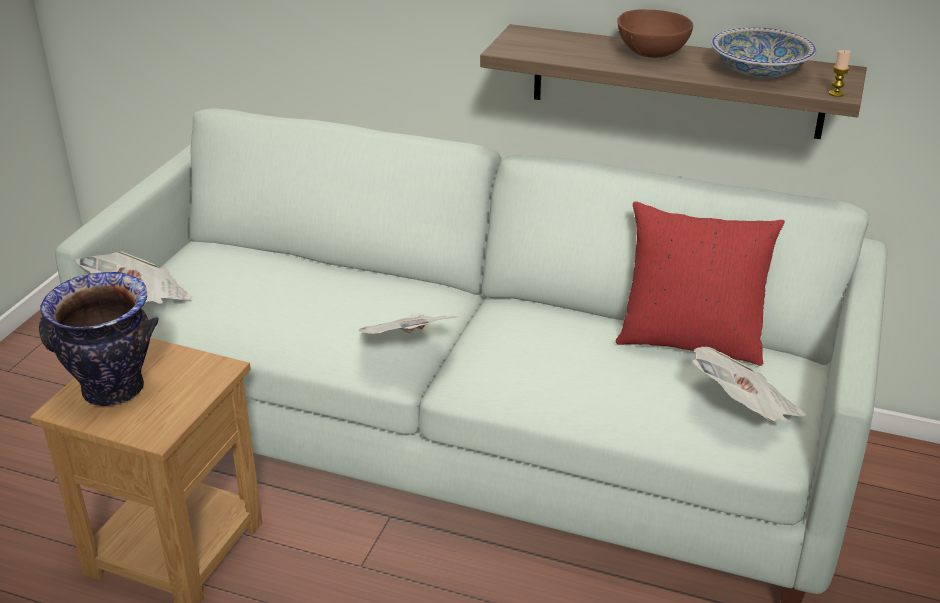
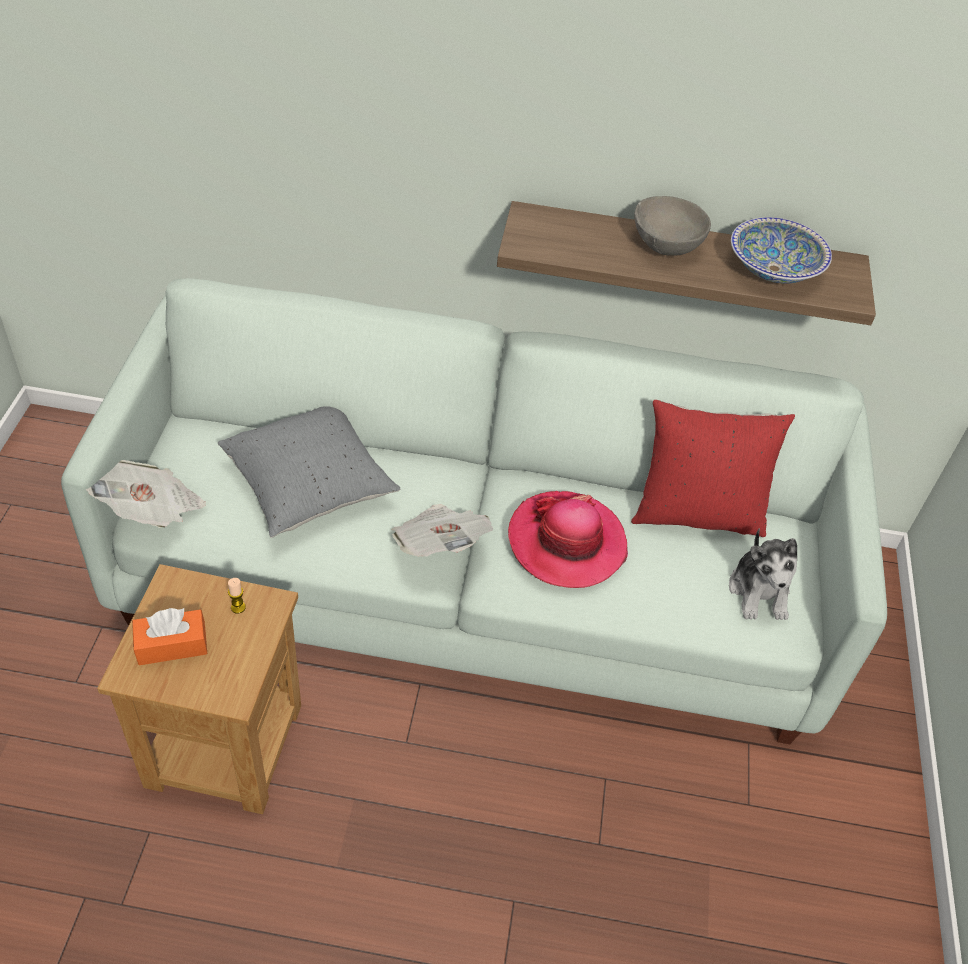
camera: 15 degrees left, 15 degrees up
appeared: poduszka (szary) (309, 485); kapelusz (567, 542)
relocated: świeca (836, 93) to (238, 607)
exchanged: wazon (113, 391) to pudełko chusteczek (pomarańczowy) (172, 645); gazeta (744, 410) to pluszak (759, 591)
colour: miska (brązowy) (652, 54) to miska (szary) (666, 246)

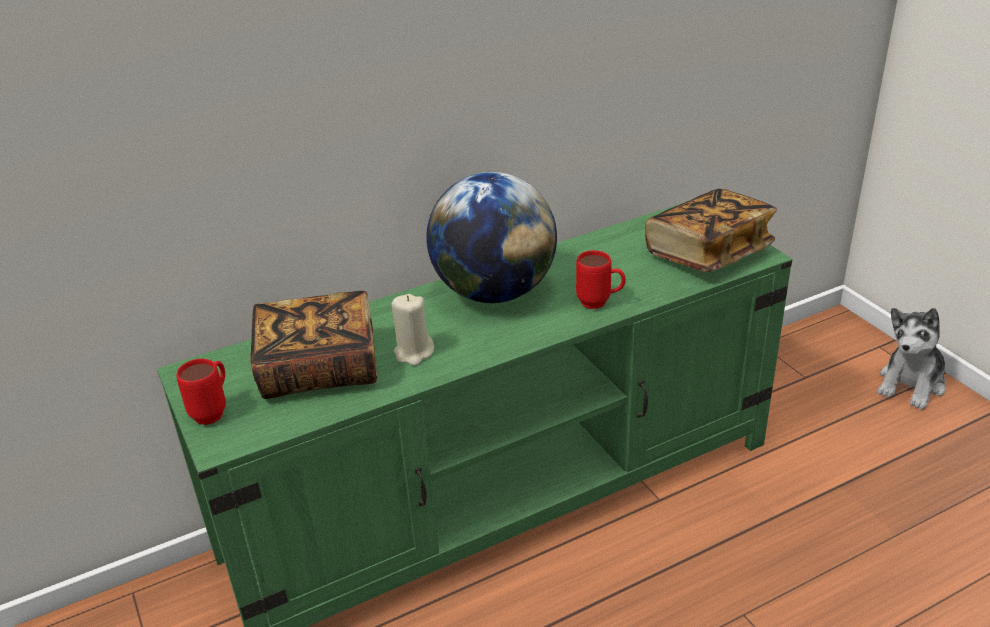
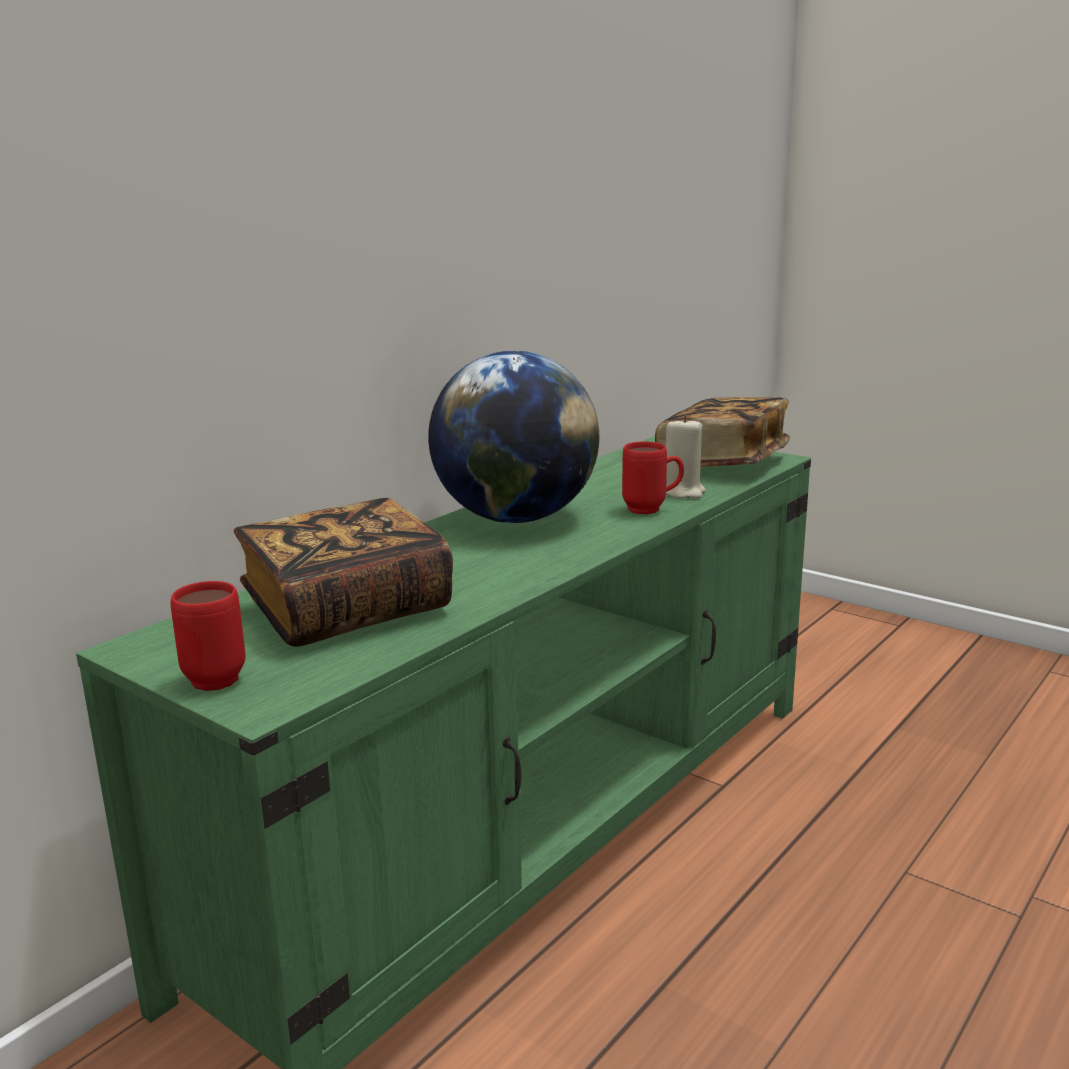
camera: 25 degrees left, 15 degrees down
missing: pluszak (911, 384)
relocated: świeca (beżowy) (414, 353) to (683, 492)

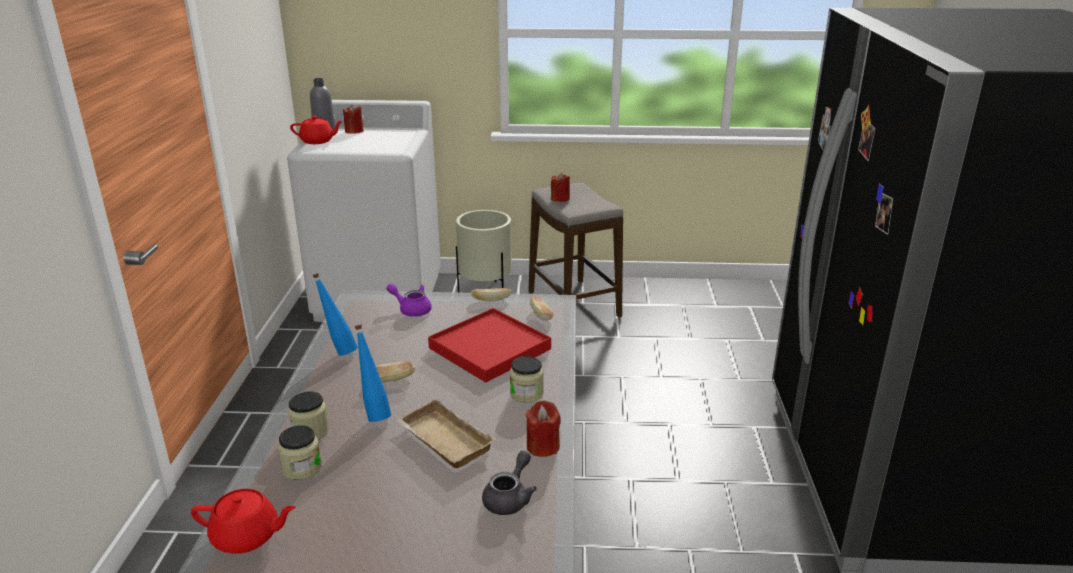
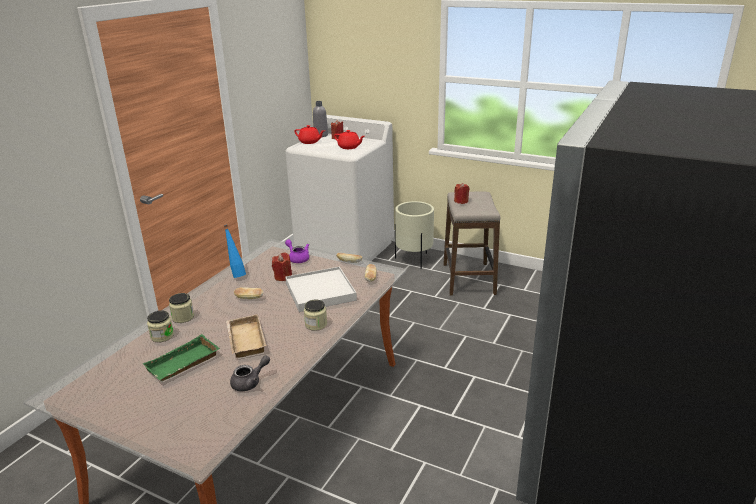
camera: 25 degrees right, 0 degrees up
missing: butelka (niebieski) (374, 414)
appeared: taca (zielony) (183, 364)
relocated: świeca (czerwony) (543, 446) to (283, 277); imbryk (czerwony) (247, 537) to (349, 147)
colour: taca (czerwony) (490, 349) to taca (biały) (320, 292)

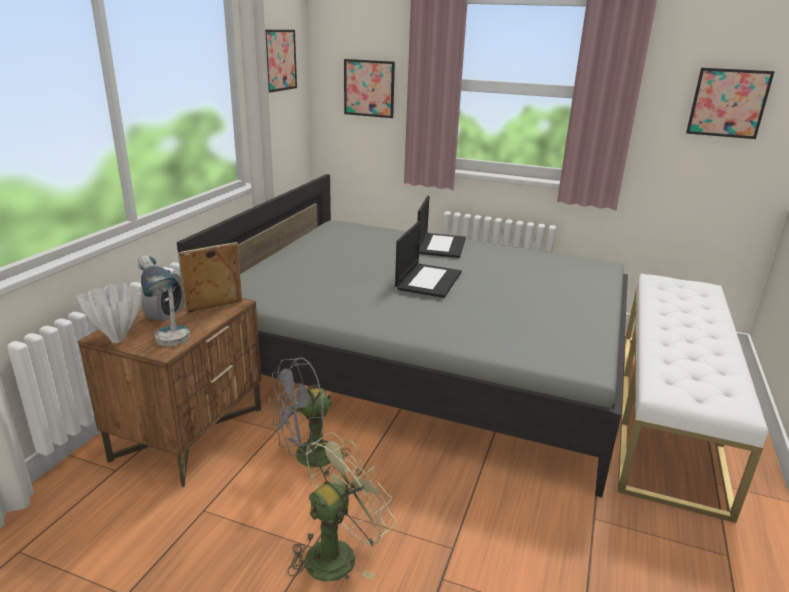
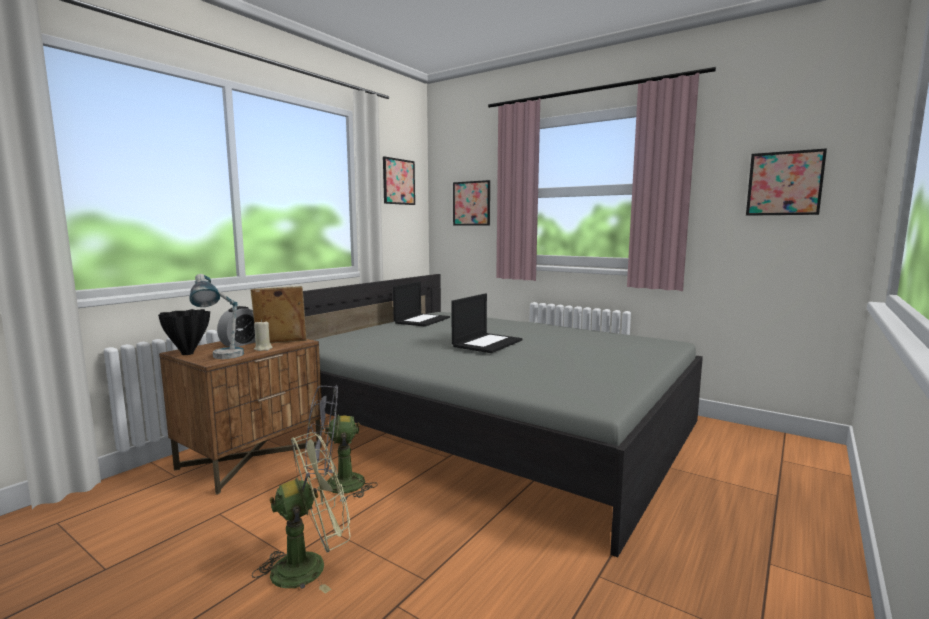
camera: 15 degrees right, 15 degrees down
missing: ławka (biały) (667, 410)
appeared: świeca (beżowy) (263, 349)
relocated: laptop (440, 245) to (422, 320)
colour: wazon (biały) (119, 339) to wazon (czarny) (188, 354)

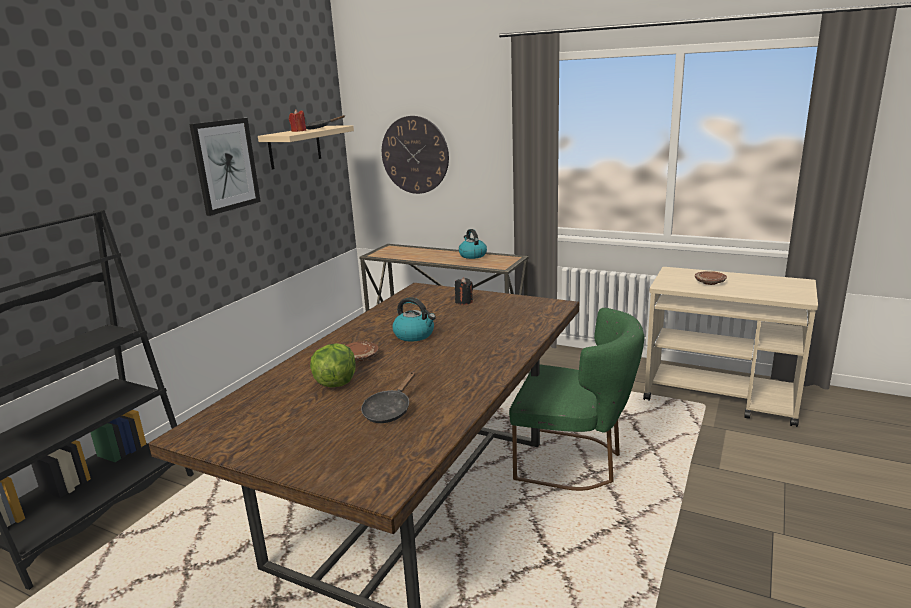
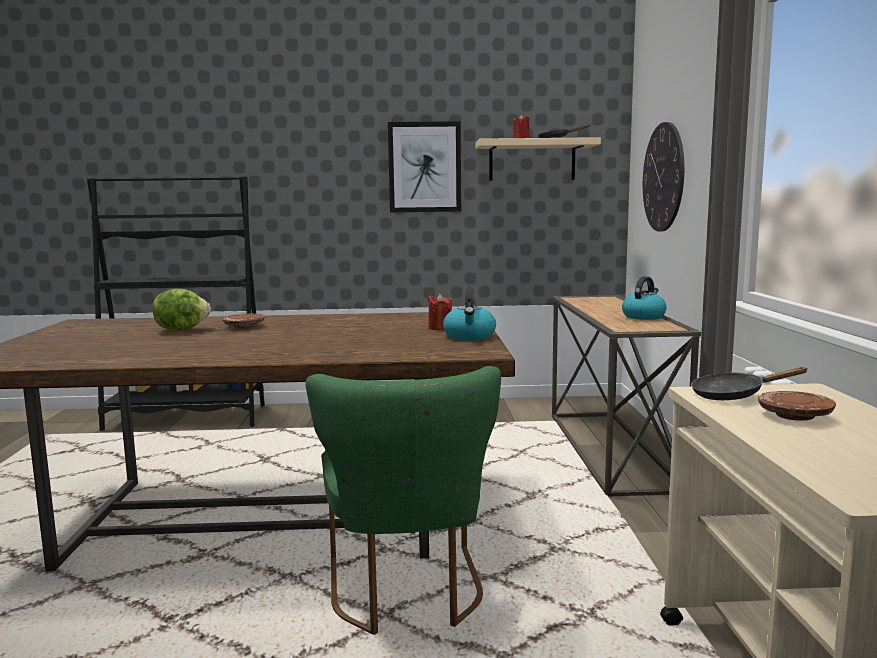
camera: 60 degrees right, 10 degrees down
relocated: czajnik (415, 335) to (469, 336); patelnia (czarny) (389, 410) to (733, 395)
colour: świeca (czarny) (464, 301) to świeca (czerwony) (440, 328)

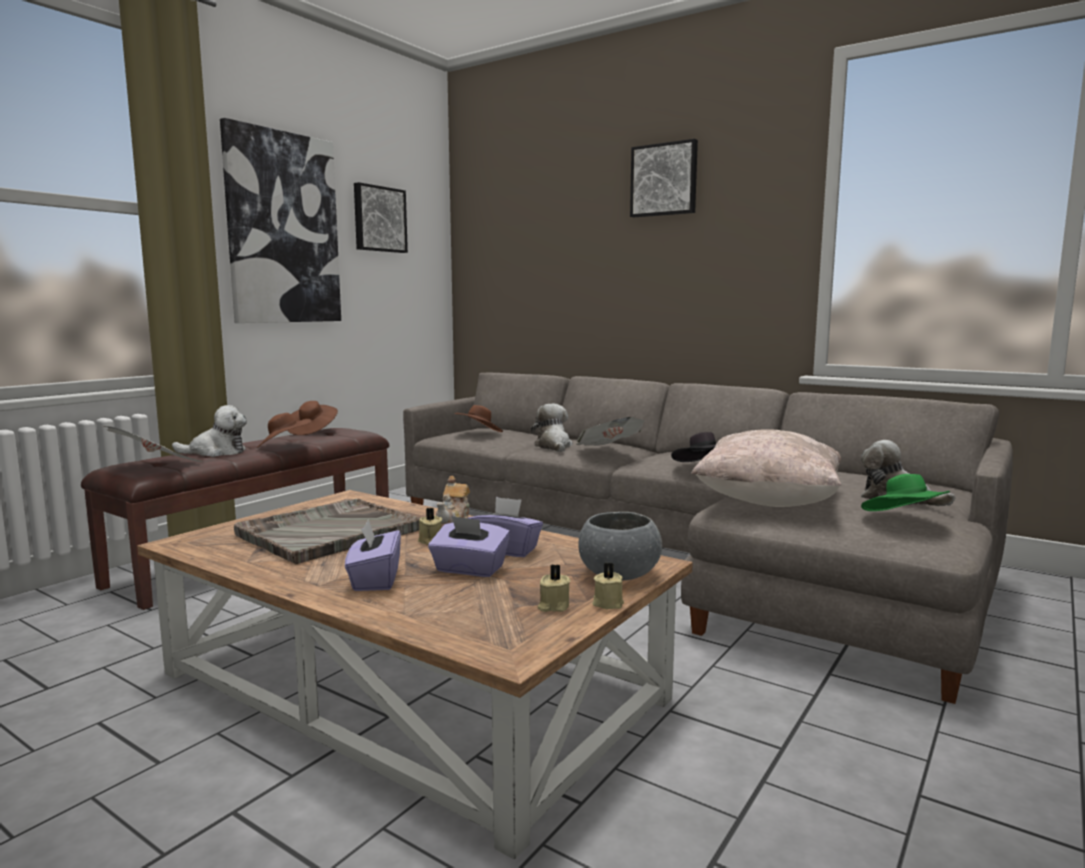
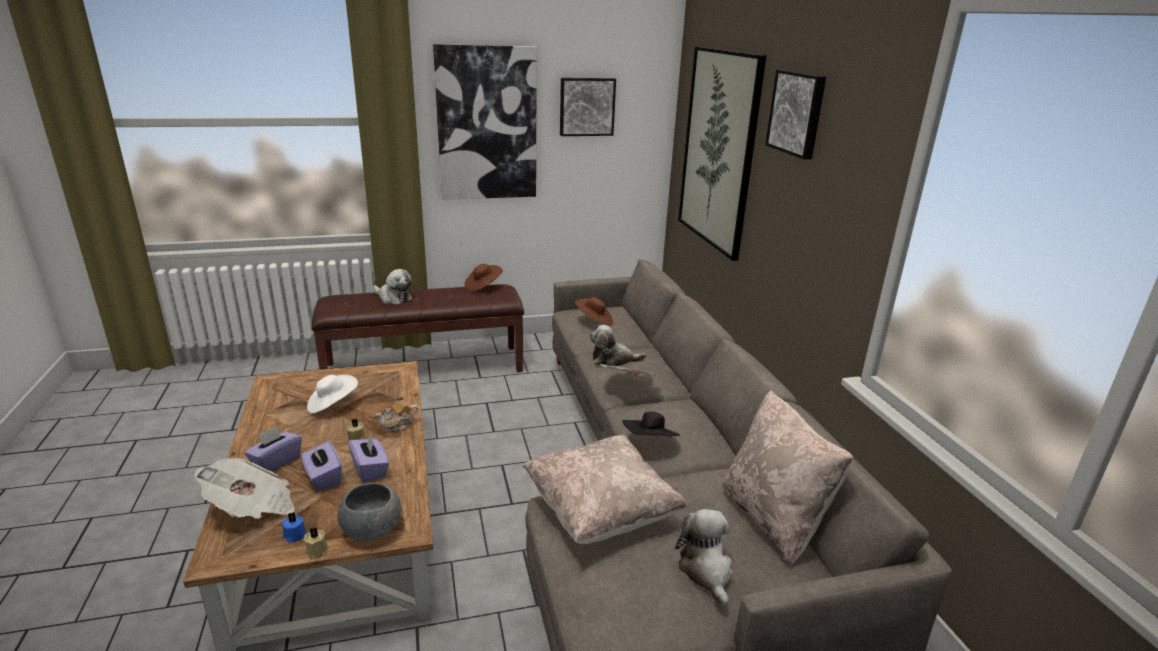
camera: 40 degrees right, 15 degrees up
missing: kapelusz (brązowy) (283, 446); kapelusz (zielony) (904, 520)
appeared: obraz (718, 150); poduszka (beżowy) (773, 519)
relocated: gazeta (157, 467) to (252, 507)
exchanged: taca (szary) (329, 532) to kapelusz (biały) (332, 404)
colour: świeca (beżowy) (553, 606) to świeca (niebieski) (294, 535)
spun: pluszak (553, 446) = (613, 360) 120 degrees counterclockwise

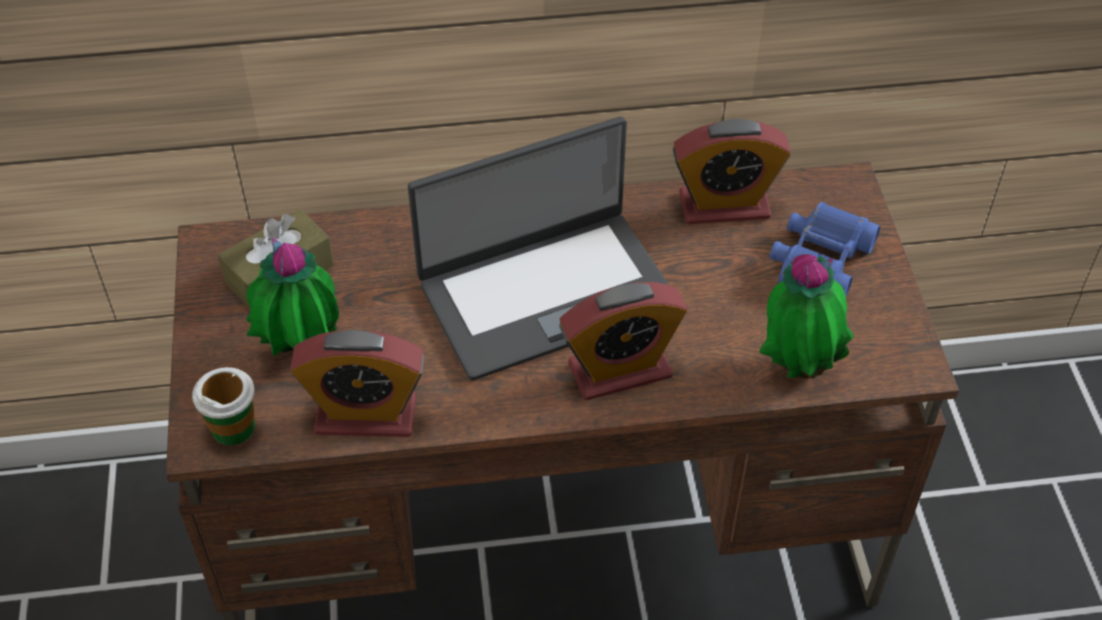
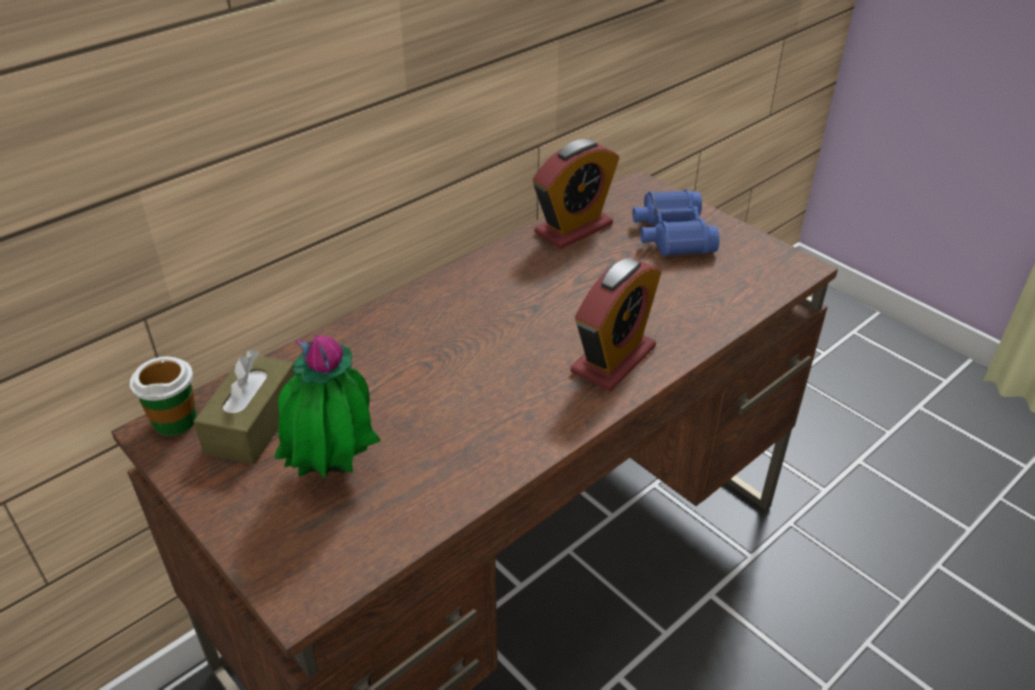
camera: 35 degrees left, 10 degrees down
missing: budzik (366, 415); laptop (546, 292); roślina doniczkowa (797, 367)
relocated: filiżanka (233, 427) to (175, 420)

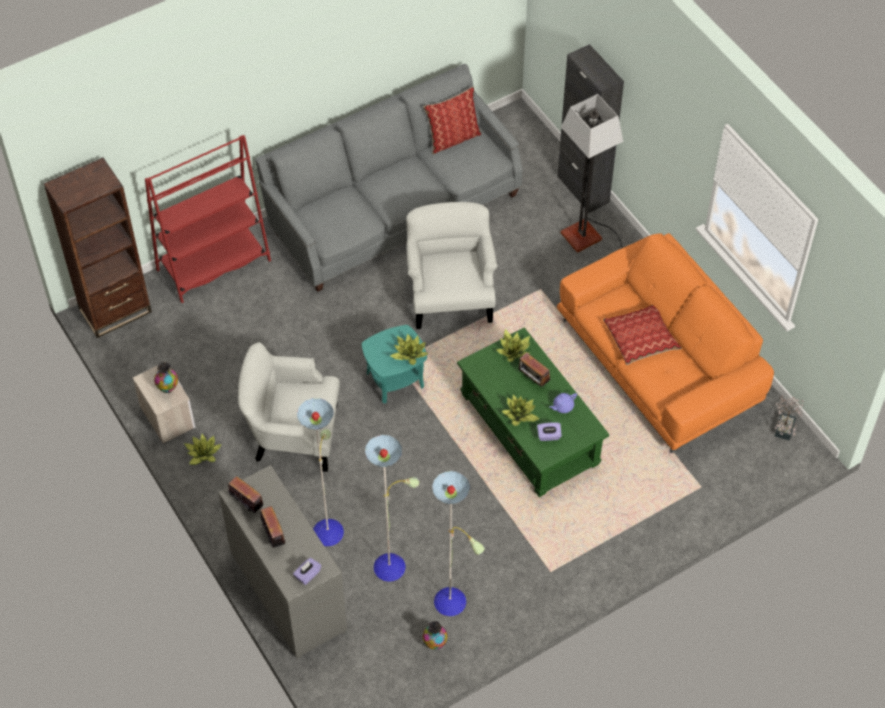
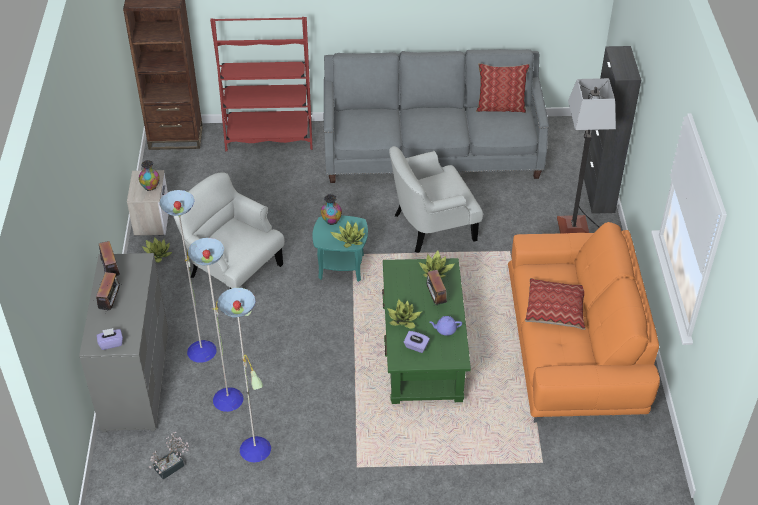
camera: 30 degrees right, 10 degrees down
relocated: roślina doniczkowa (785, 426) to (172, 465); wazon (434, 643) to (331, 221)
spun: fotel (biały) (450, 295) = (431, 226) 135 degrees counterclockwise

